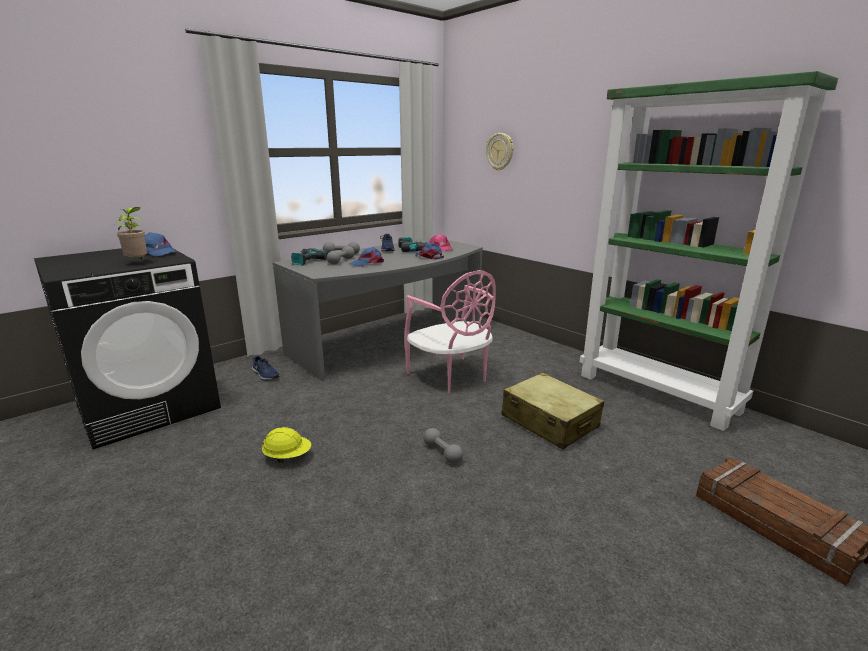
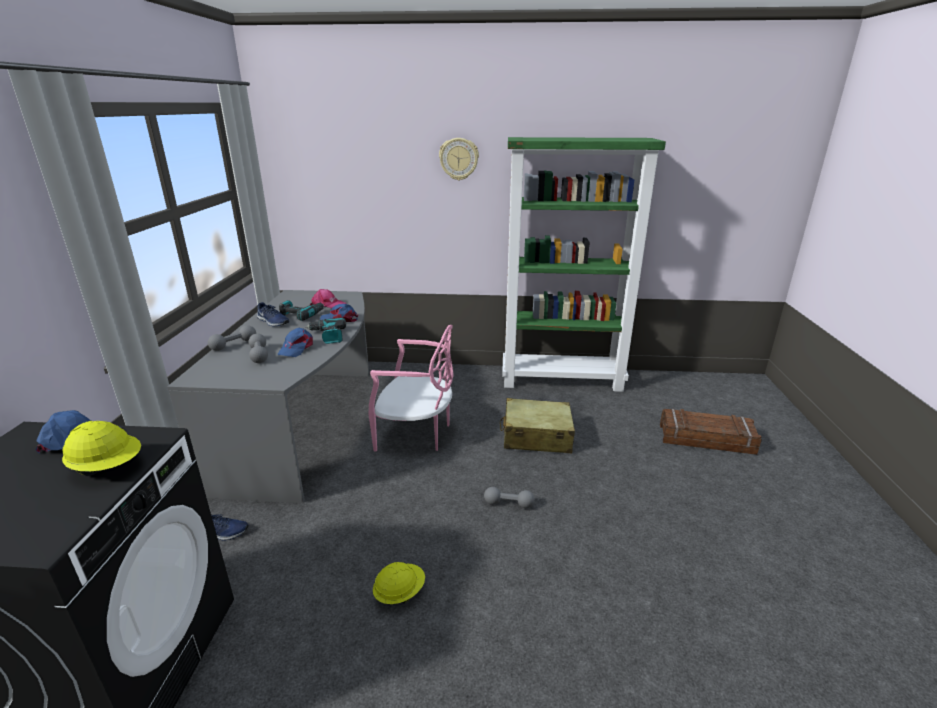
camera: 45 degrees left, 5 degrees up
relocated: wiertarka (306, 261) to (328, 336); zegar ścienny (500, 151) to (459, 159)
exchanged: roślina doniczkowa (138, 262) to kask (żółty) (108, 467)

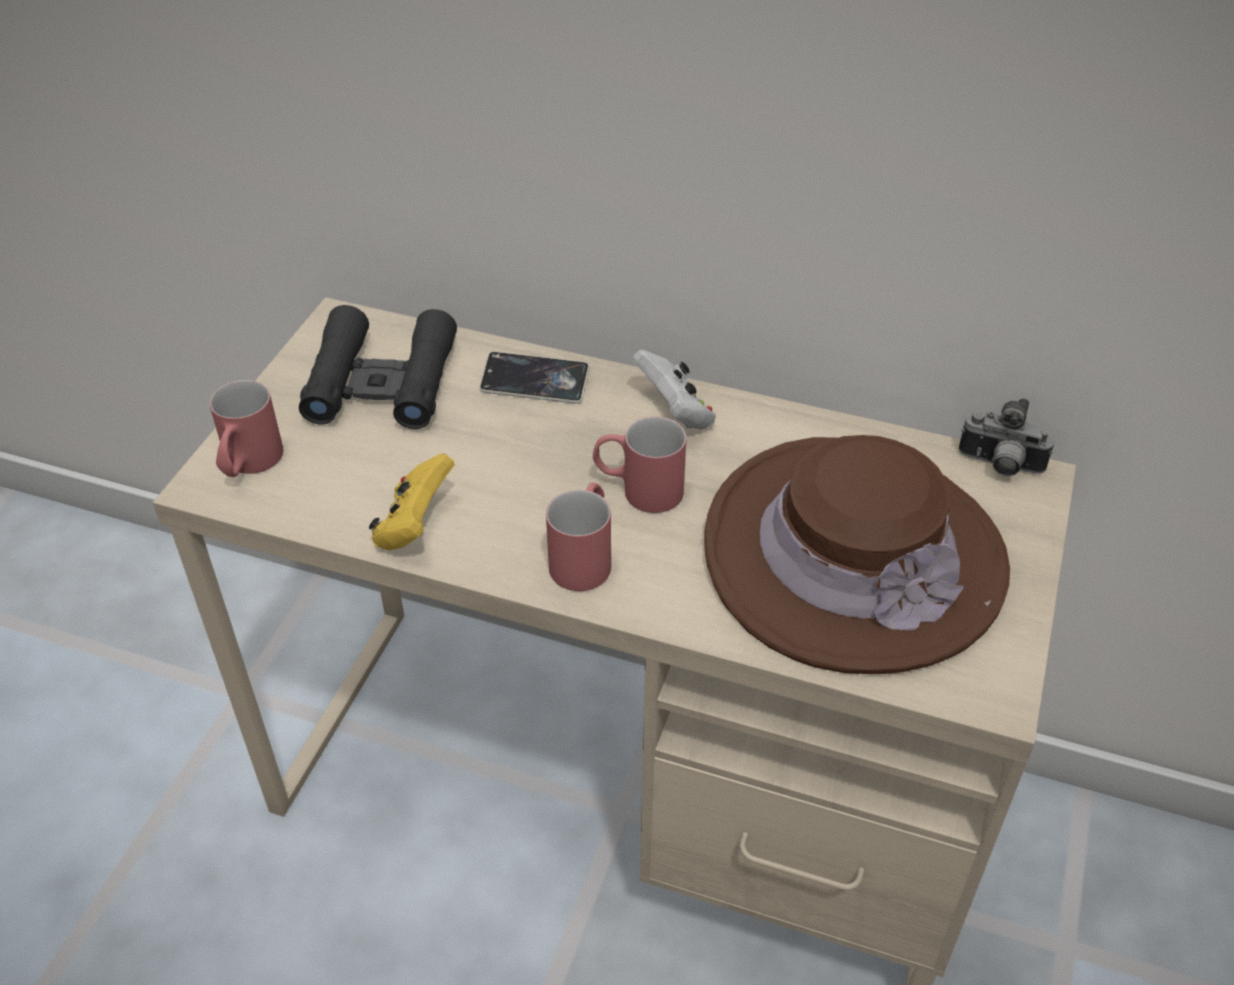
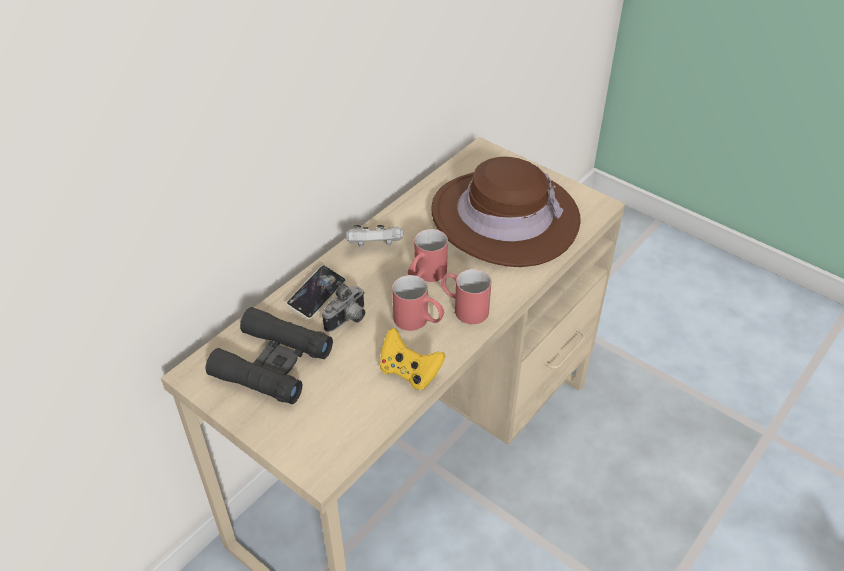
camera: 70 degrees left, 0 degrees up
relocated: aparat fotograficzny (999, 466) to (348, 320); kubek (czerwony) (249, 465) to (418, 321)

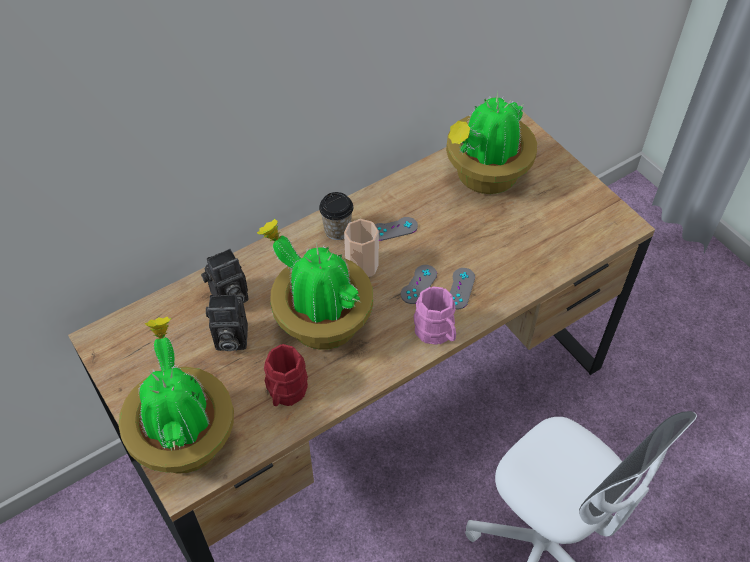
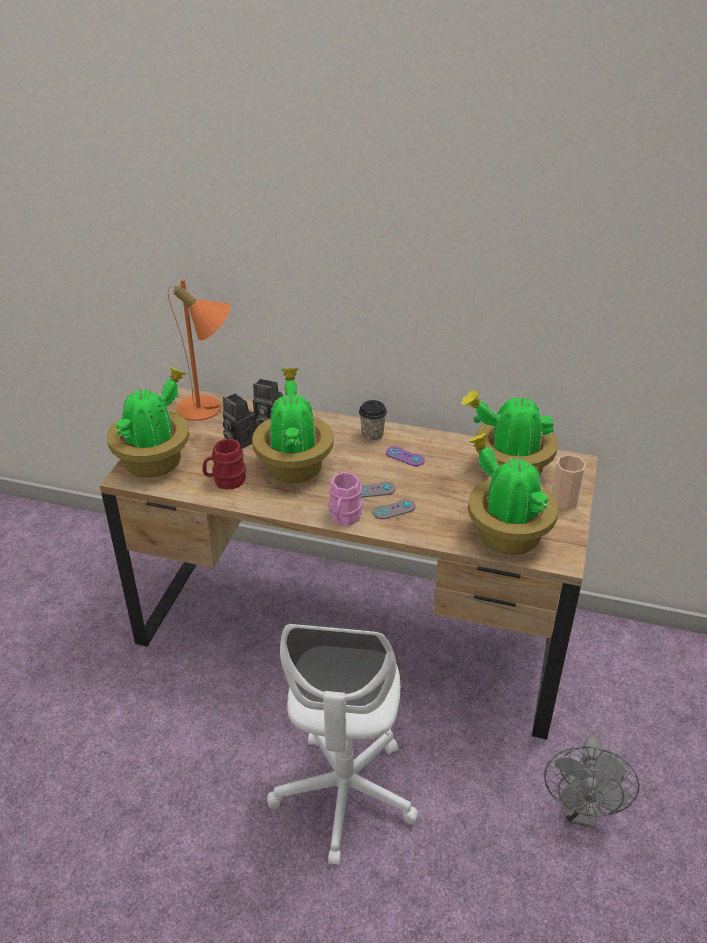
camera: 50 degrees right, 15 degrees down
appeared: lampa stołowa (pomarańczowy) (207, 409); roślina doniczkowa (505, 534); wentylator (szary) (581, 812)
relocated: filiżanka (362, 266) to (564, 500)
colour: pad do gier (szary) (393, 229) to pad do gier (fioletowy) (405, 456)

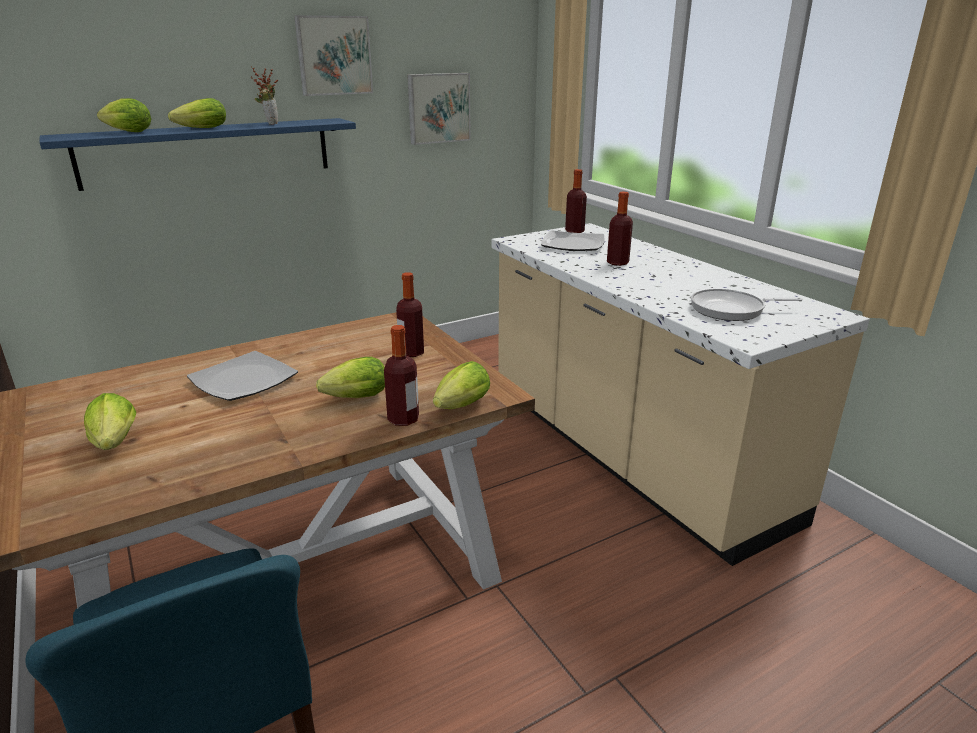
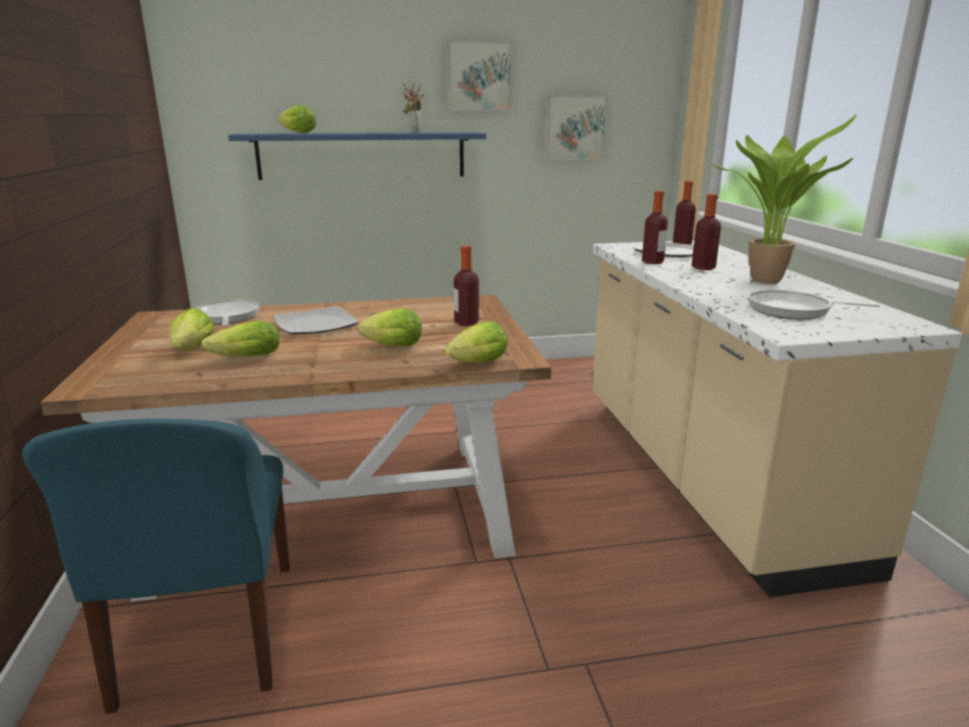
camera: 20 degrees right, 5 degrees down
appeared: patelnia (227, 318); roślina doniczkowa (765, 280)
relocated: sałata (199, 129) to (243, 357); butelka (403, 419) to (652, 262)

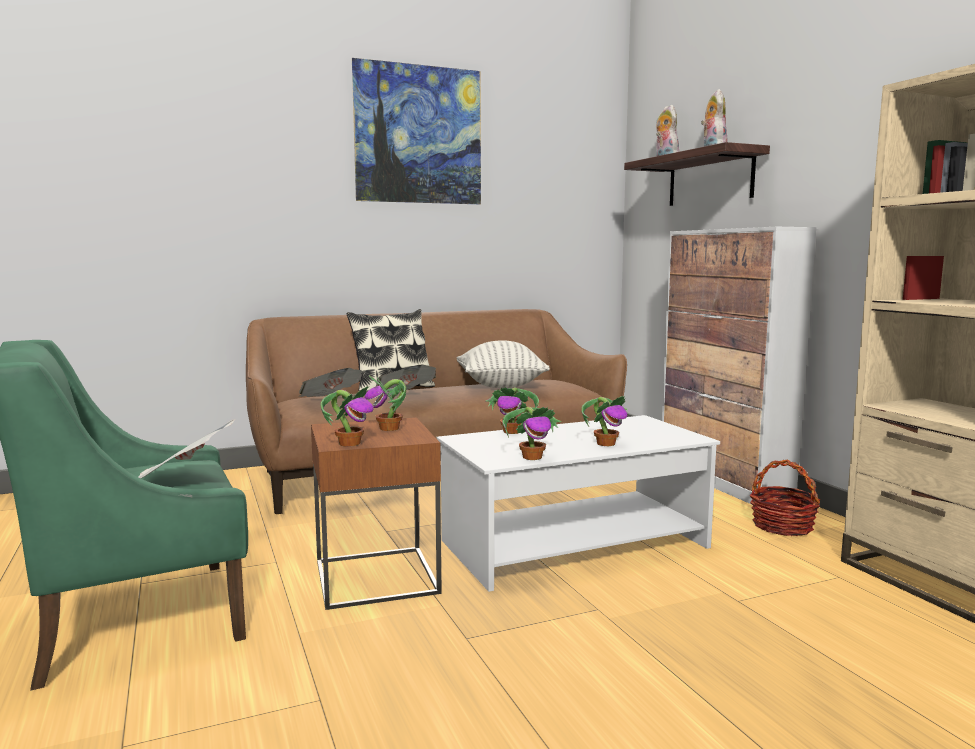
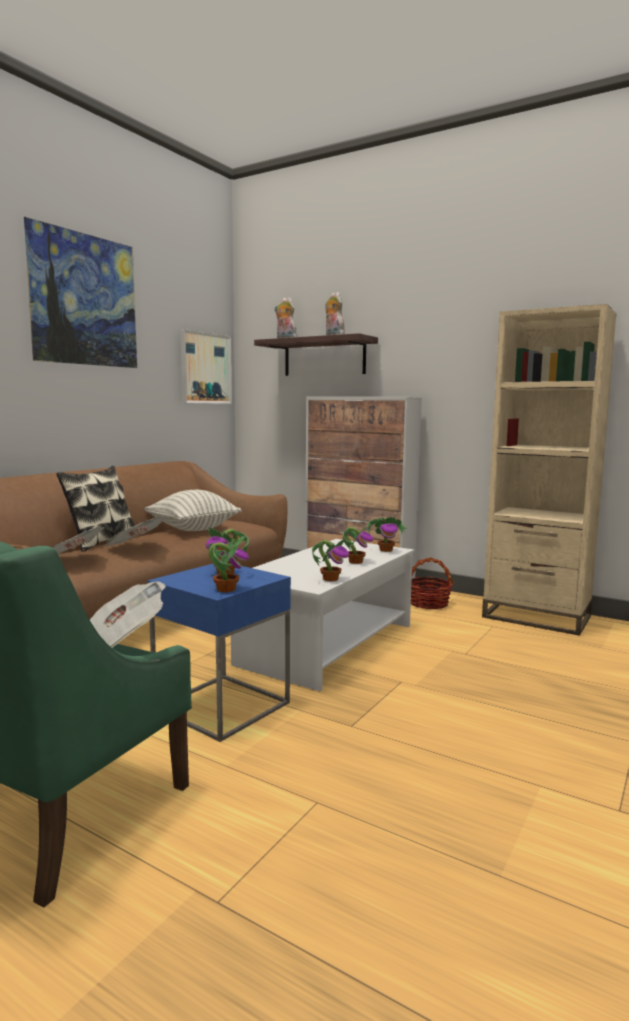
camera: 35 degrees left, 0 degrees up
appeared: obraz (205, 368)
relocated: roślina doniczkowa (512, 432) to (386, 550)
colour: stolik (brązowy) (376, 577) to stolik (niebieski) (222, 706)

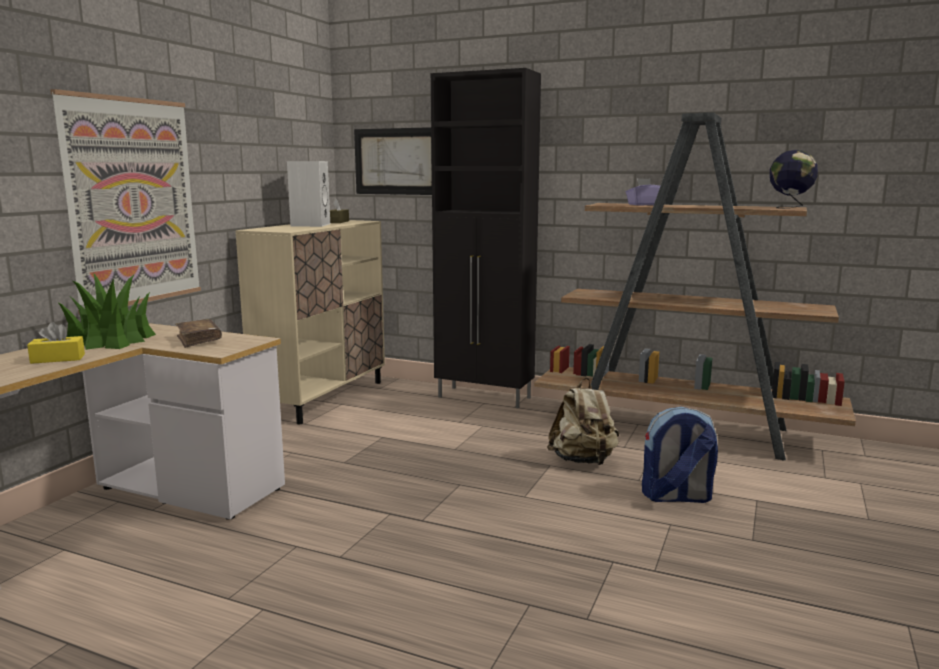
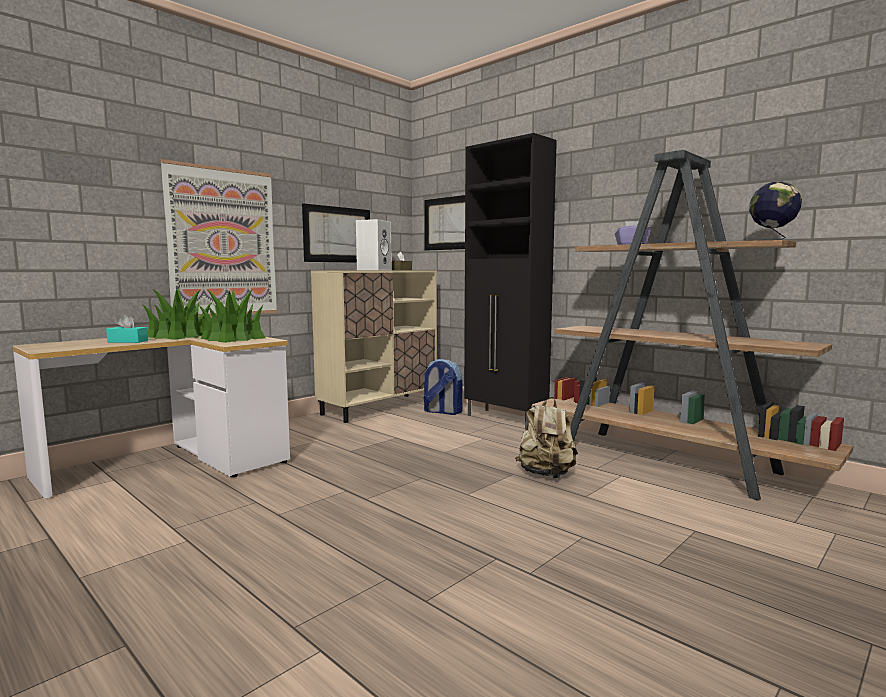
camera: 20 degrees right, 5 degrees down
appeared: obraz (337, 234)
relocated: plecak (676, 497) to (442, 412)
exchanged: książka (brązowy) (199, 340) to roślina doniczkowa (232, 338)
colour: pudełko chusteczek (żółty) (58, 359) to pudełko chusteczek (turkusowy) (128, 341)

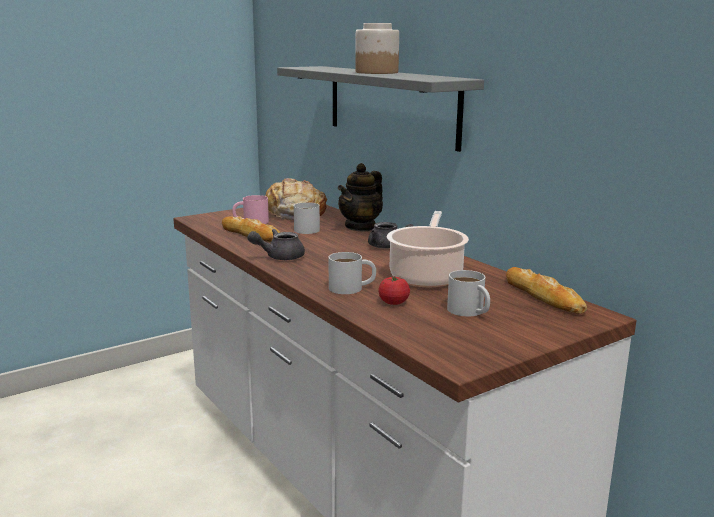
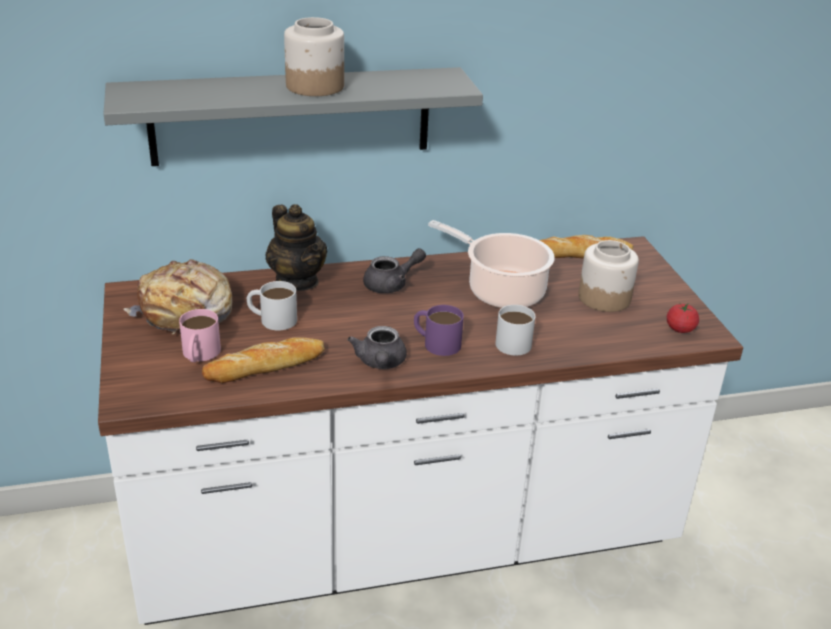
camera: 70 degrees left, 15 degrees up
appeared: kubek (fioletowy) (436, 342)
relocated: pomidor (393, 302) to (680, 329)
exchanged: kubek (biały) (470, 312) to słoik (604, 298)

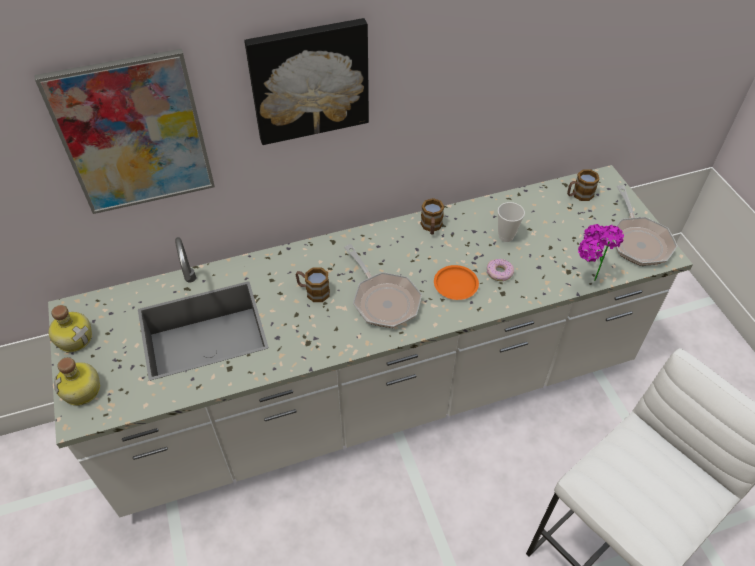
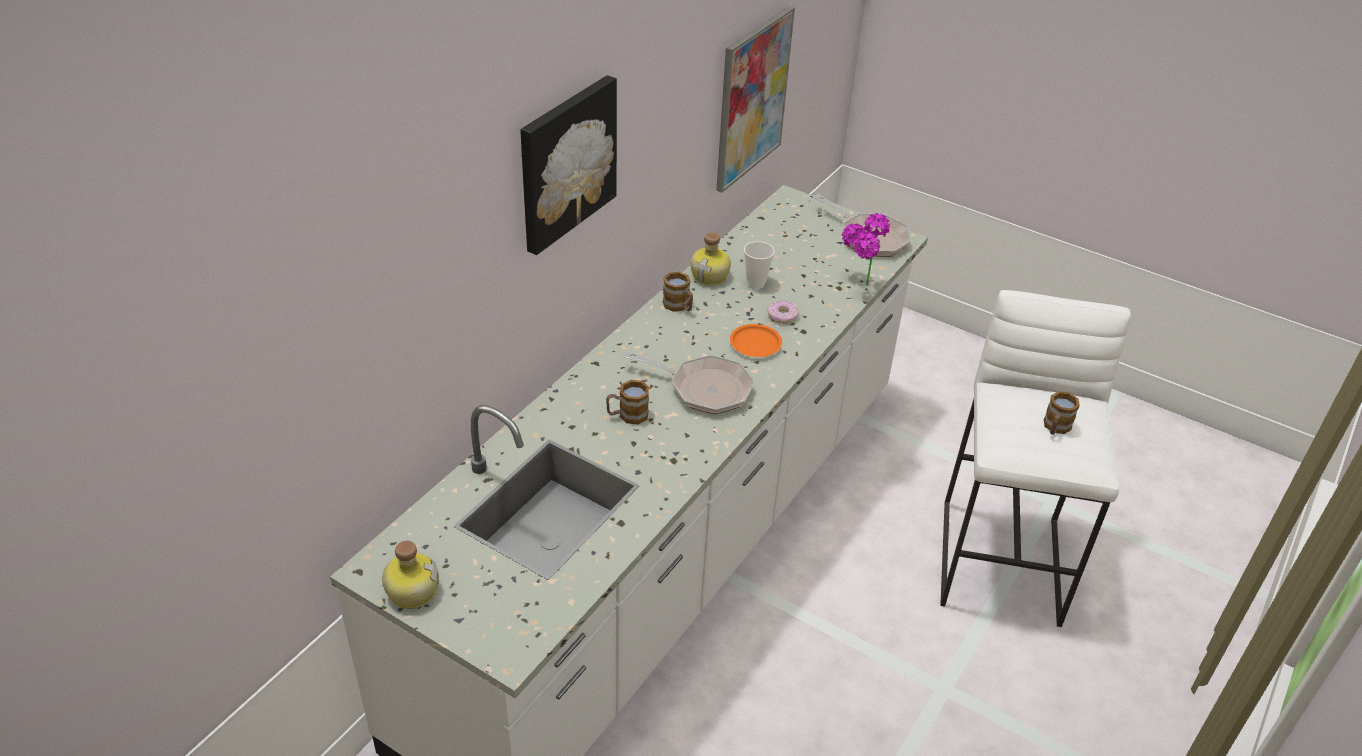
camera: 40 degrees left, 10 degrees down
relocated: butelka (83, 391) to (711, 276); obraz (133, 134) to (752, 99); kubek (579, 195) to (1055, 428)

